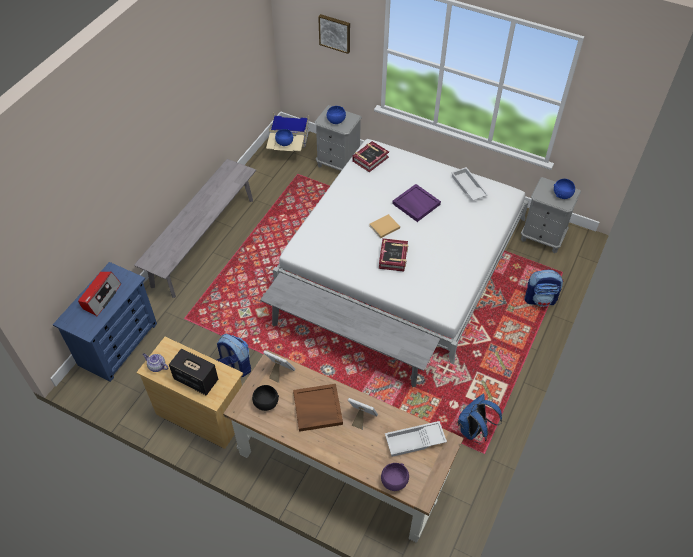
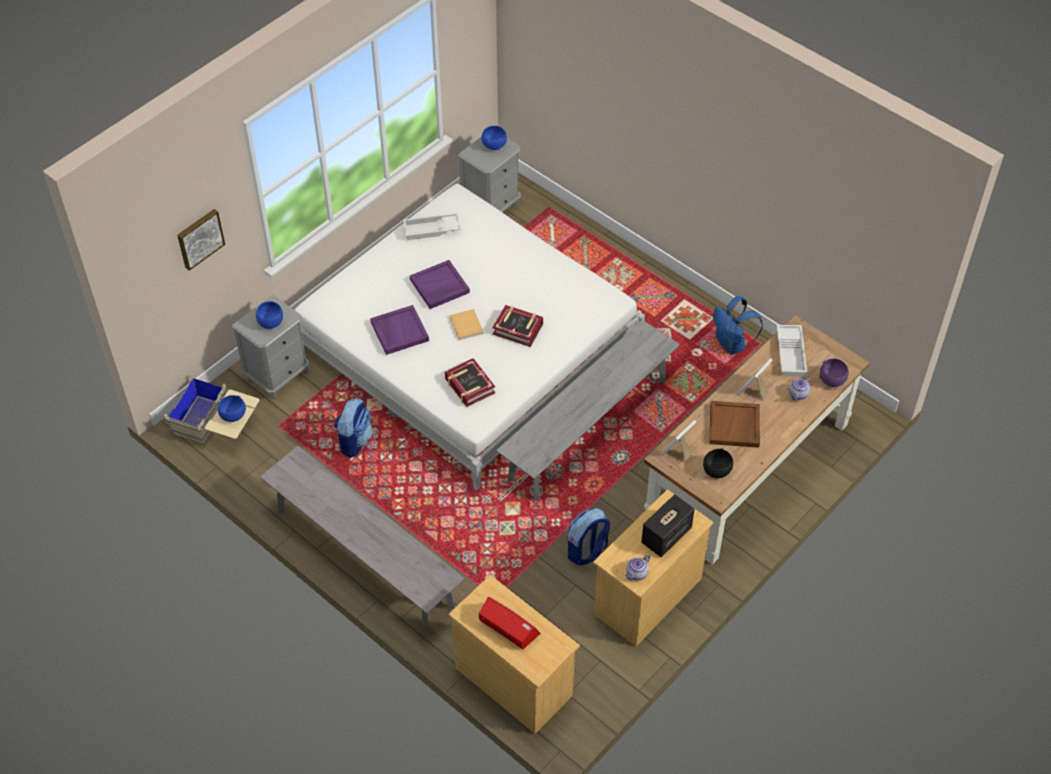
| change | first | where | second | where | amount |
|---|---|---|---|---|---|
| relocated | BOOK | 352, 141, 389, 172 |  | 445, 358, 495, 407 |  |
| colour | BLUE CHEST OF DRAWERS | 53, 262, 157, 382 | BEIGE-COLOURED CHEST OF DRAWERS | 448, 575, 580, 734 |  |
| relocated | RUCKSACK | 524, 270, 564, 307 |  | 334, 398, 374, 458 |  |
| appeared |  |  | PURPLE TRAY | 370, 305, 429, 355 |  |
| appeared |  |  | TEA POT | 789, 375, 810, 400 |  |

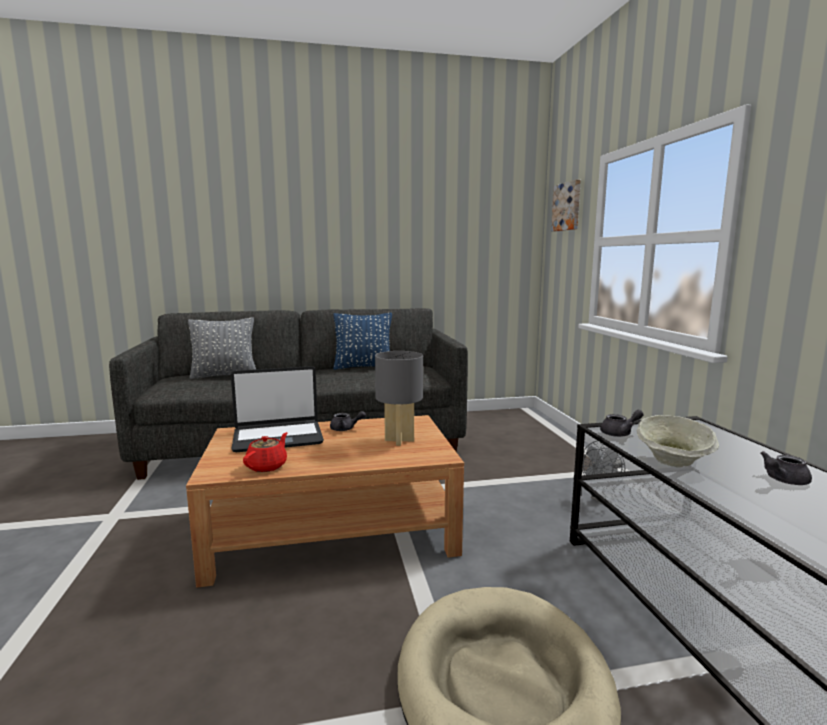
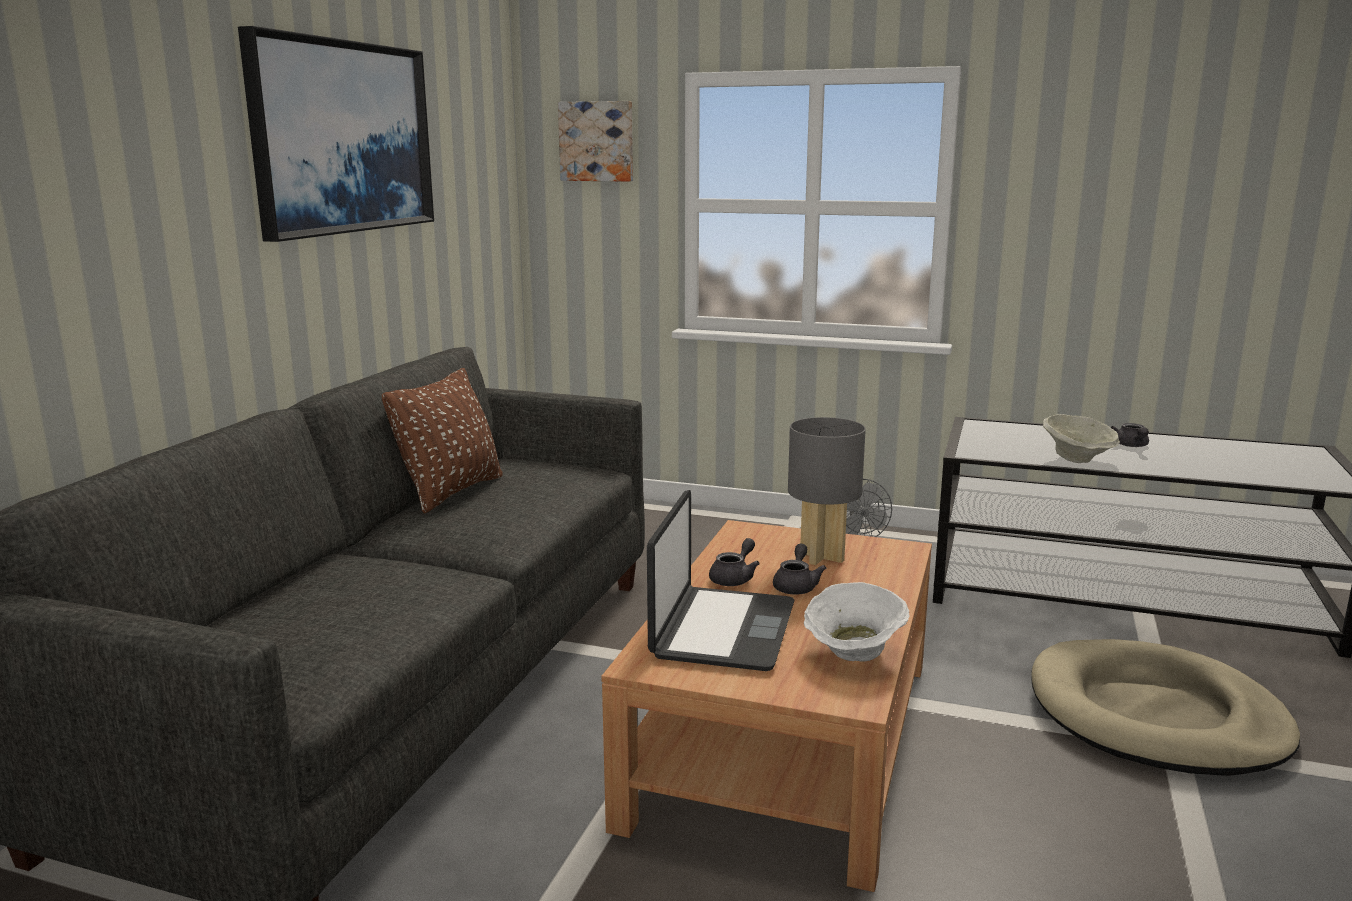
| change | first | where | second | where | amount |
|---|---|---|---|---|---|
| colour | BLUE THROW PILLOW | 333, 313, 392, 370 | BROWN-COLOURED THROW PILLOW | 382, 368, 503, 514 |  |
| missing | GREYISH THROW PILLOW | 188, 317, 256, 379 |  |  |  |
| relocated | GREYISH TEA POT | 600, 410, 644, 437 |  | 773, 543, 826, 595 |  |
| exchanged | RED TEA POT | 243, 432, 287, 472 | WHITE BOWL | 804, 582, 909, 661 |  |
| appeared |  |  | PICTURE | 238, 26, 434, 242 |  |

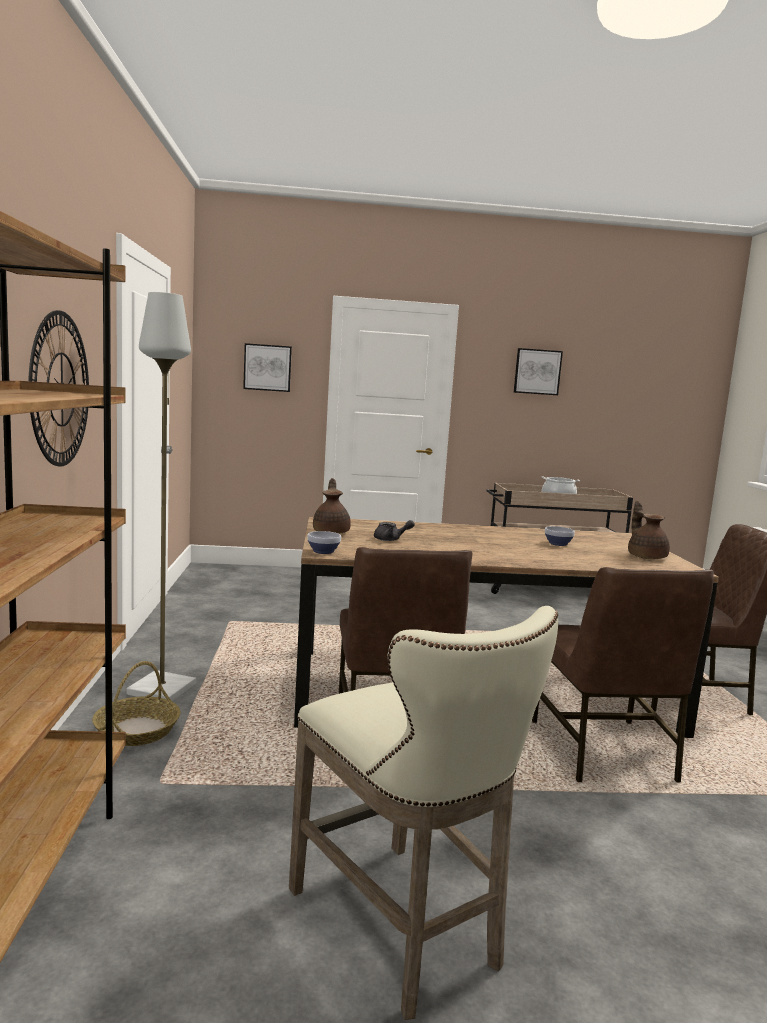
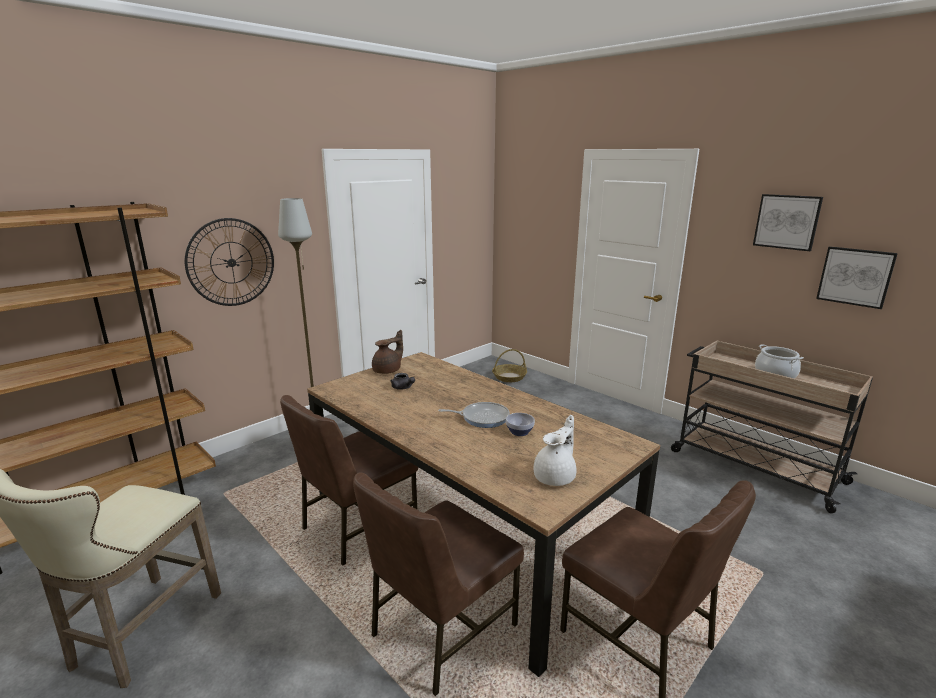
| change | first | where | second | where | amount |
|---|---|---|---|---|---|
| relocated | PICTURE | 243, 343, 292, 392 |  | 816, 246, 898, 309 |  |
| colour | BROWN-COLOURED TEA POT | 628, 501, 670, 559 | WHITE TEA POT | 533, 415, 577, 486 |  |
| missing | BOWL | 307, 531, 341, 554 |  |  |  |
| relocated | STORAGE BASKET | 92, 661, 180, 746 |  | 492, 349, 527, 382 |  |
| appeared |  |  | SKILLET | 438, 402, 510, 428 |  |

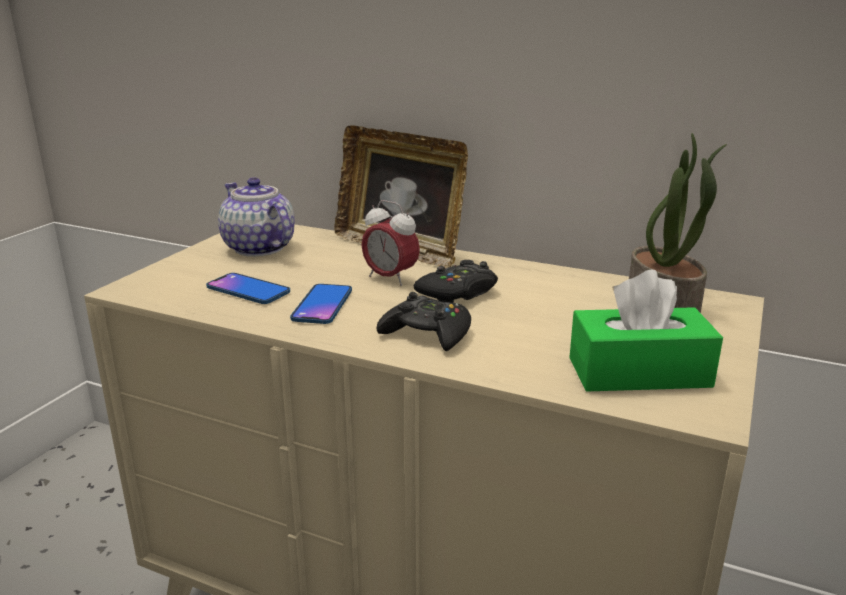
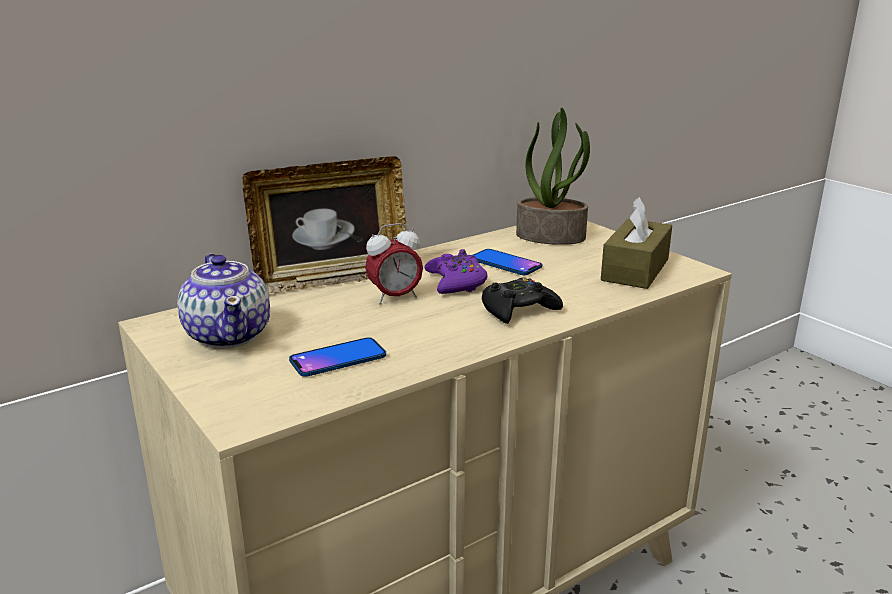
| change | first | where | second | where | amount |
|---|---|---|---|---|---|
| spun | TEA POT | 218, 177, 295, 257 |  | 177, 253, 270, 349 | 105 degrees counterclockwise |
| colour | BLACK-COLOURED GAME CONTROLLER | 414, 260, 498, 303 | PURPLE GAME CONTROLLER | 424, 249, 488, 294 |  |
| colour | GREEN TISSUE HOLDER | 569, 270, 723, 392 | BROWN-COLOURED TISSUE HOLDER | 601, 197, 672, 289 |  |
| relocated | TELEPHONE | 290, 284, 352, 324 |  | 473, 249, 542, 275 |  |

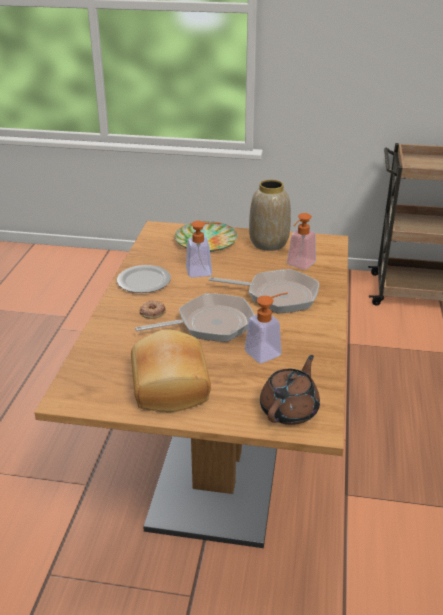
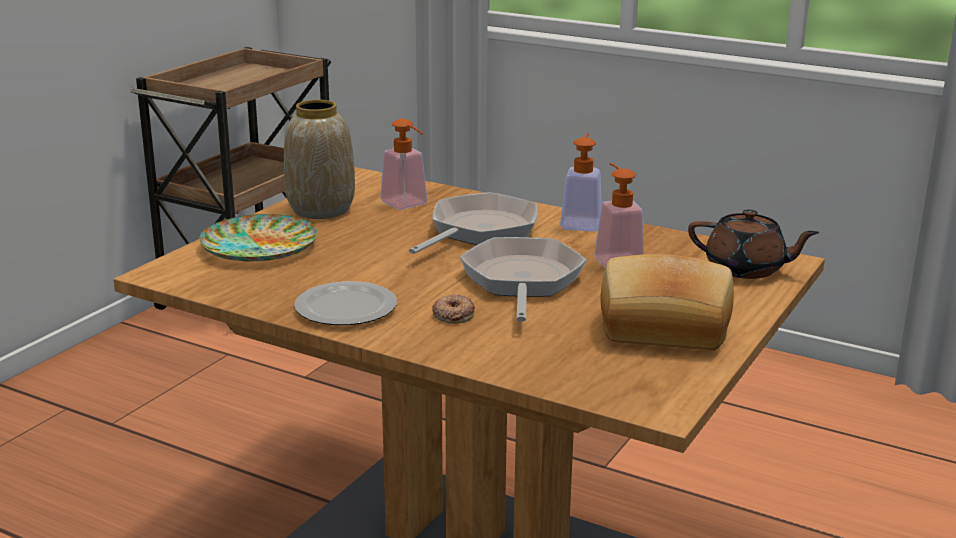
| change | first | where | second | where | amount |
|---|---|---|---|---|---|
| relocated | SOAP BOTTLE | 186, 221, 221, 278 |  | 560, 133, 602, 232 |  |
| spun | BROWN-COLOURED TEA POT | 260, 355, 320, 425 |  | 688, 209, 820, 279 | 150 degrees clockwise |

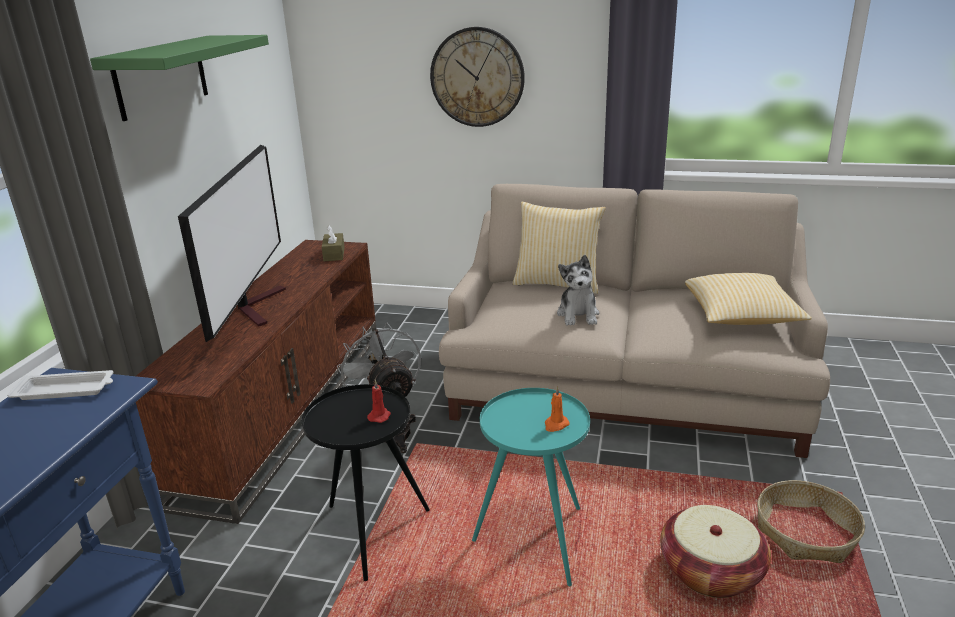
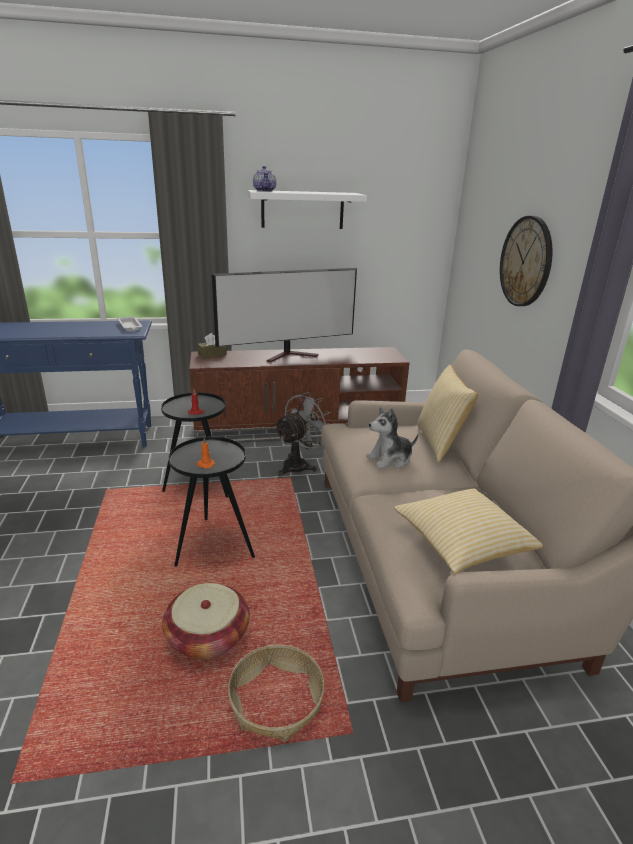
| change | first | where | second | where | amount |
|---|---|---|---|---|---|
| colour | GREEN WALL SHELF | 90, 35, 269, 121 | WHITE WALL SHELF | 248, 190, 367, 229 |  |
| relocated | BROWN-COLOURED TISSUE HOLDER | 322, 225, 345, 261 |  | 197, 333, 227, 358 |  |
| colour | TURQUOISE-COLOURED ACCENT TABLE | 472, 388, 590, 586 | BLACK-COLOURED ACCENT TABLE | 168, 437, 255, 567 |  |
| appeared |  |  | TEA POT | 253, 166, 276, 192 |  |

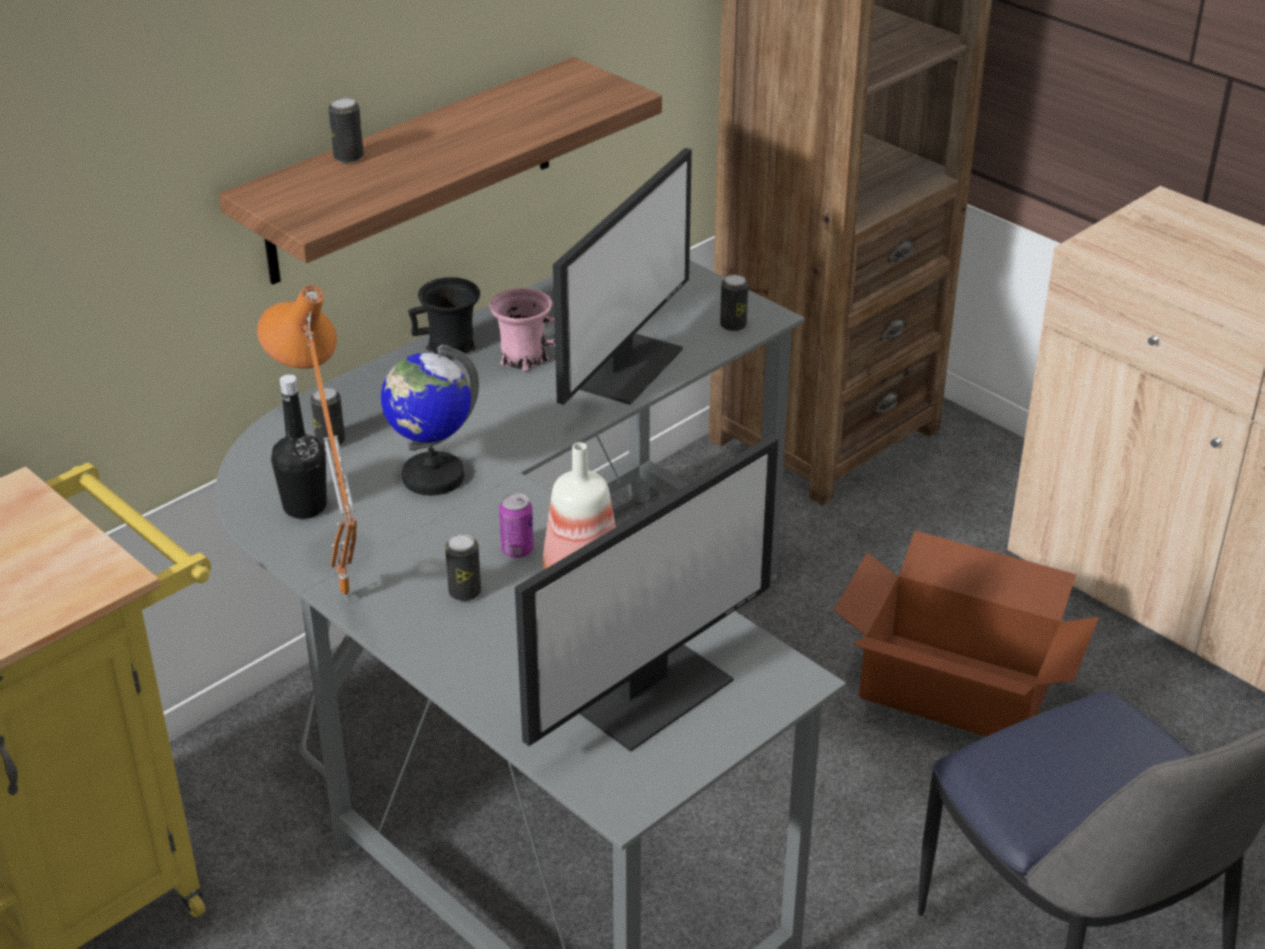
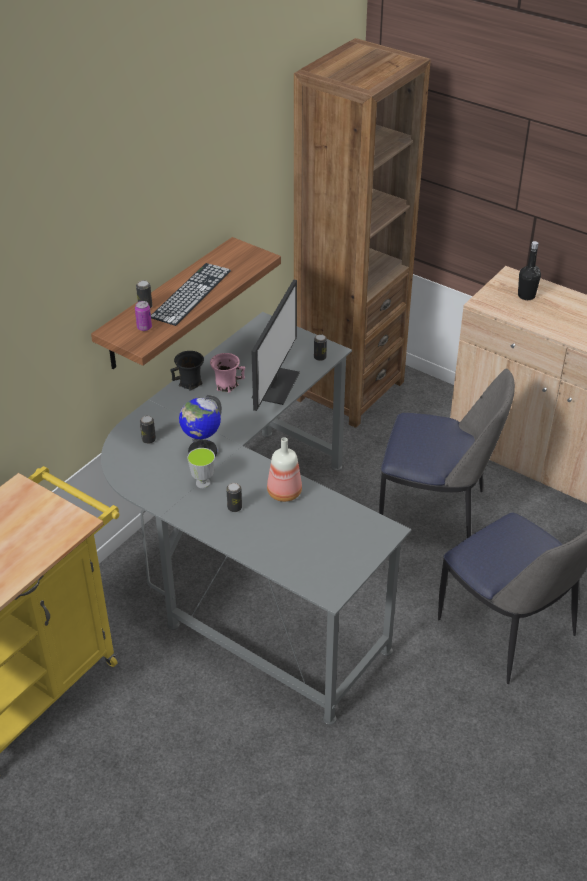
| change | first | where | second | where | amount |
|---|---|---|---|---|---|
| missing | ORANGE-COLOURED LAMP FOR A TABLE | 257, 285, 357, 602 |  |  |  |
| relocated | BLACK-COLOURED BOTTLE | 271, 374, 327, 519 |  | 518, 241, 541, 300 |  |
| missing | COMPUTER SCREEN | 515, 436, 778, 752 |  |  |  |
| relocated | SEALED CAN | 499, 493, 534, 558 |  | 135, 301, 152, 331 |  |
| exchanged | CARTON | 834, 531, 1099, 737 | PLAIN CHAIR | 379, 369, 515, 538 |  |
| appeared |  |  | KEYBOARD | 151, 263, 231, 326 |  |
| appeared |  |  | DRINKING CUP | 188, 448, 215, 488 |  |

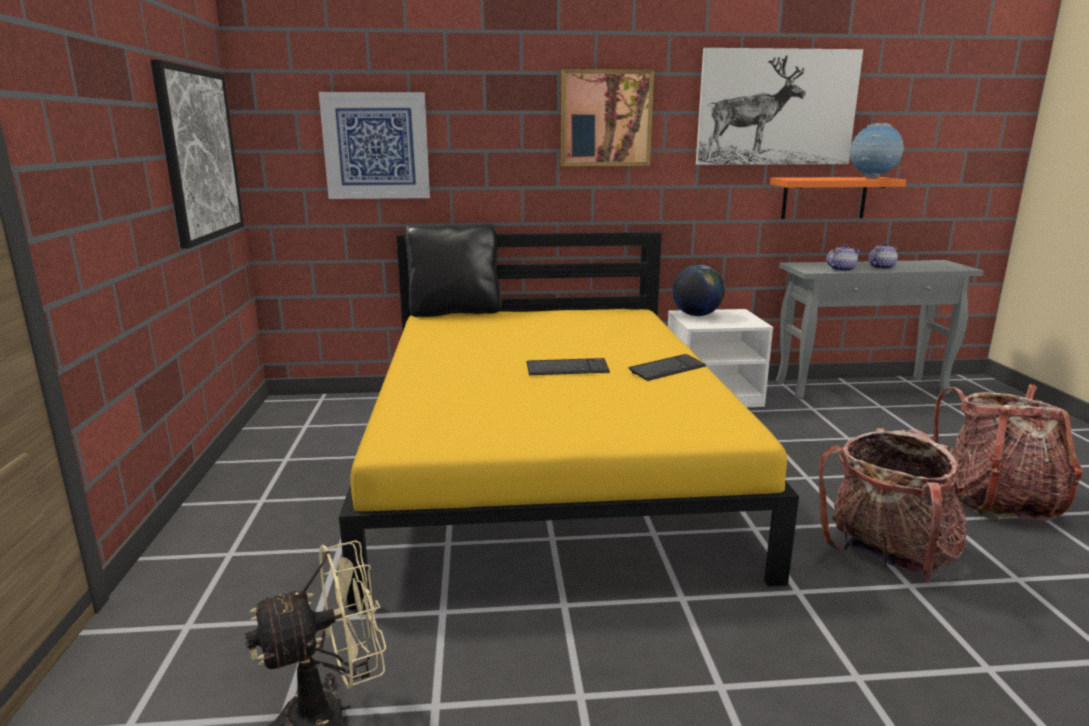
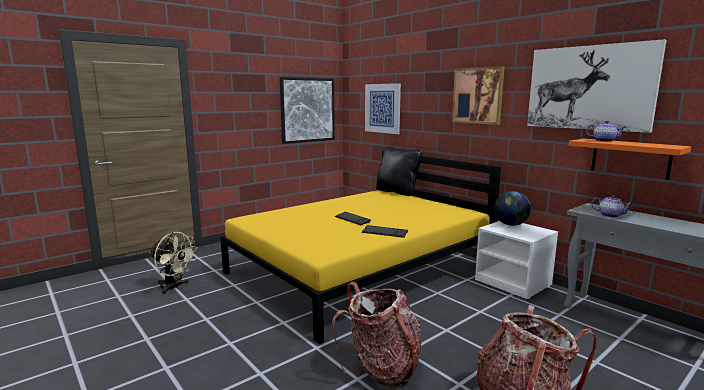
| change | first | where | second | where | amount |
|---|---|---|---|---|---|
| missing | GLOBE | 849, 123, 904, 178 |  |  |  |
| relocated | TEA POT | 869, 242, 898, 269 |  | 586, 121, 626, 142 |  |

